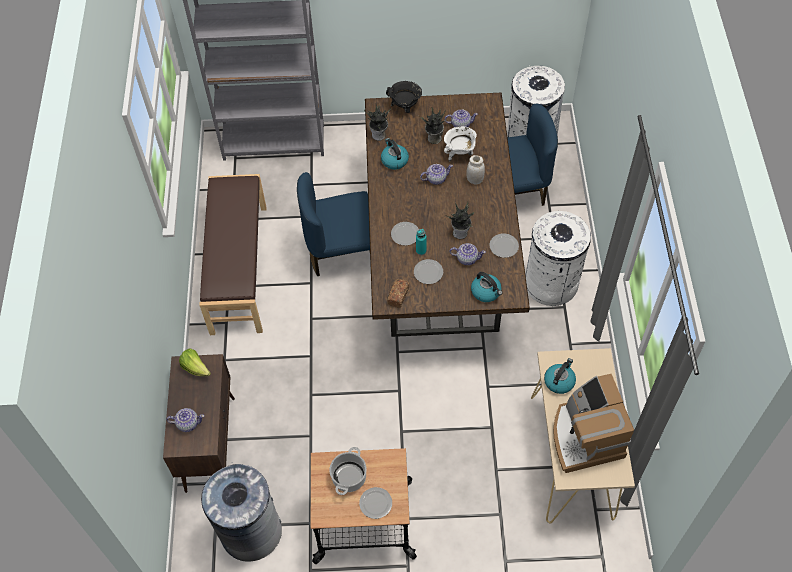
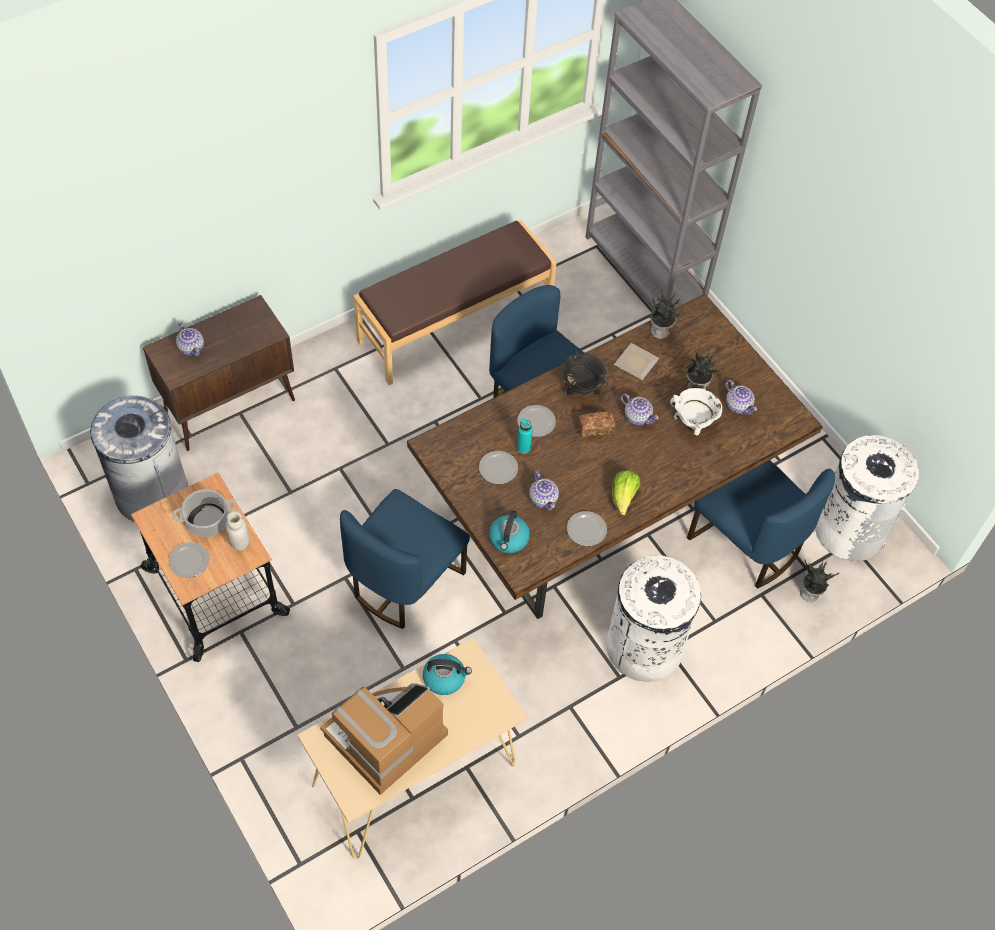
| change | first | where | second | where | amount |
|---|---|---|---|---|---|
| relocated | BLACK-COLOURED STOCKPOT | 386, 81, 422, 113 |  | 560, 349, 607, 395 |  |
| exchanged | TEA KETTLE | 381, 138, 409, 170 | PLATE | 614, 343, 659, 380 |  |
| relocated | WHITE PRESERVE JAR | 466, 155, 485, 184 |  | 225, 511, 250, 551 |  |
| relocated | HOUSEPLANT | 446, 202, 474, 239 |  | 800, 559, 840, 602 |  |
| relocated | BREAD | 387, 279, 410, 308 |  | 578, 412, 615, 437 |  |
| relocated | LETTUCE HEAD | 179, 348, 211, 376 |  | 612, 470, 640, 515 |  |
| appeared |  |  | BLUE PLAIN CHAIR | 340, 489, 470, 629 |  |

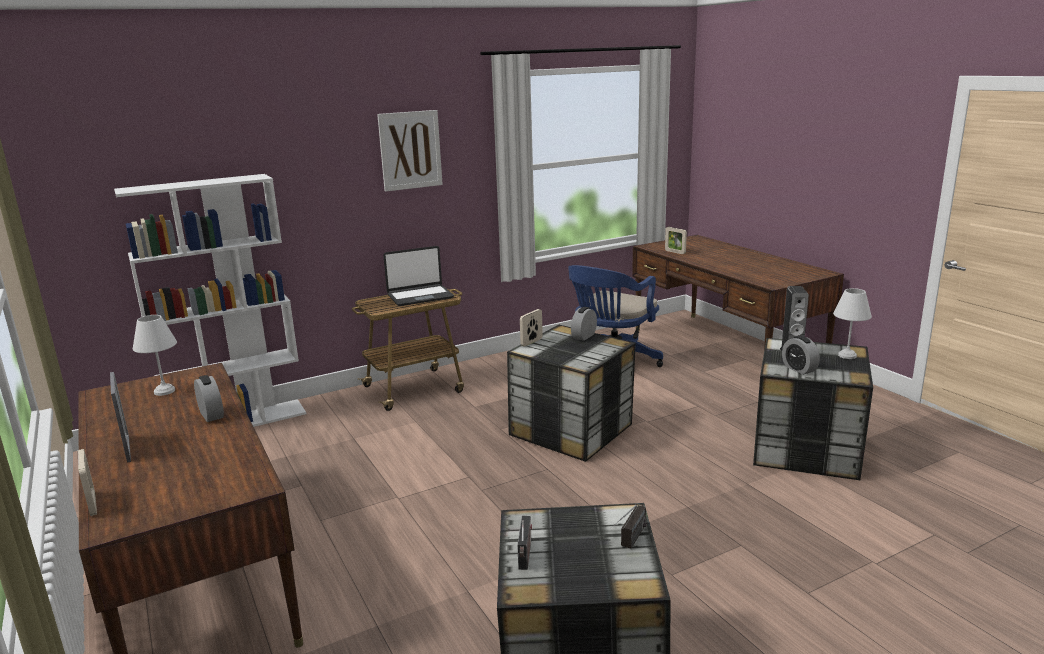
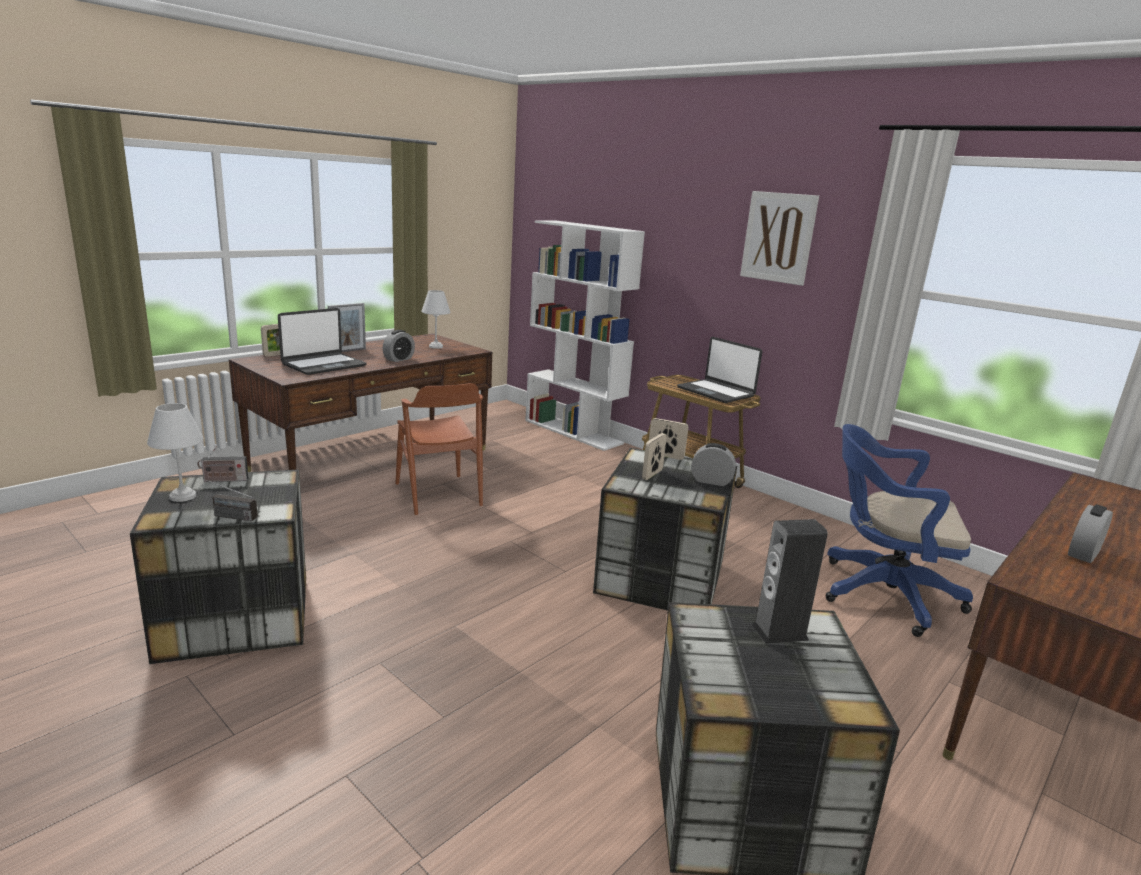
| change | first | where | second | where | amount |
|---|---|---|---|---|---|
| relocated | STANDING FRAME | 665, 227, 687, 254 |  | 642, 433, 667, 480 |  |
| relocated | WHITE LAMP FOR A TABLE | 833, 288, 872, 359 |  | 147, 403, 203, 502 |  |
| relocated | TABLE CLOCK | 782, 336, 820, 375 |  | 1068, 505, 1113, 563 |  |
| appeared |  |  | LAPTOP | 278, 308, 367, 375 |  |
| appeared |  |  | BROWN-COLOURED PLAIN CHAIR | 396, 383, 483, 515 |  |

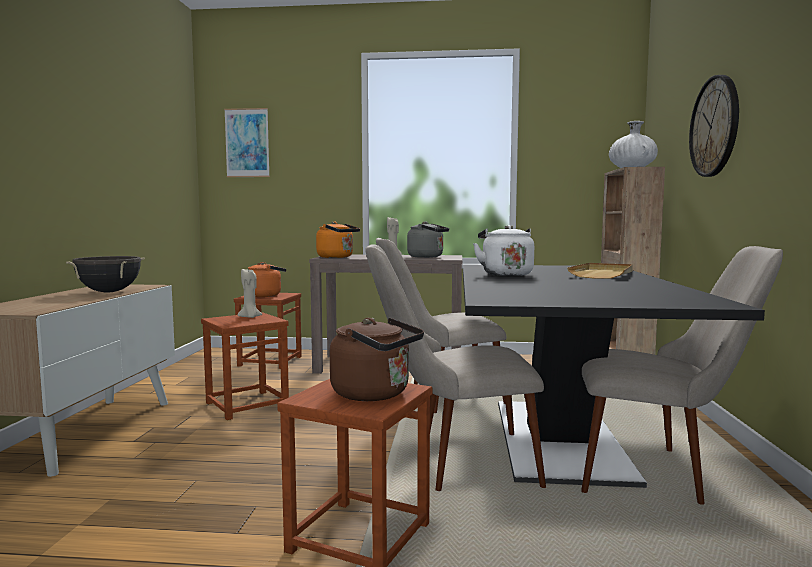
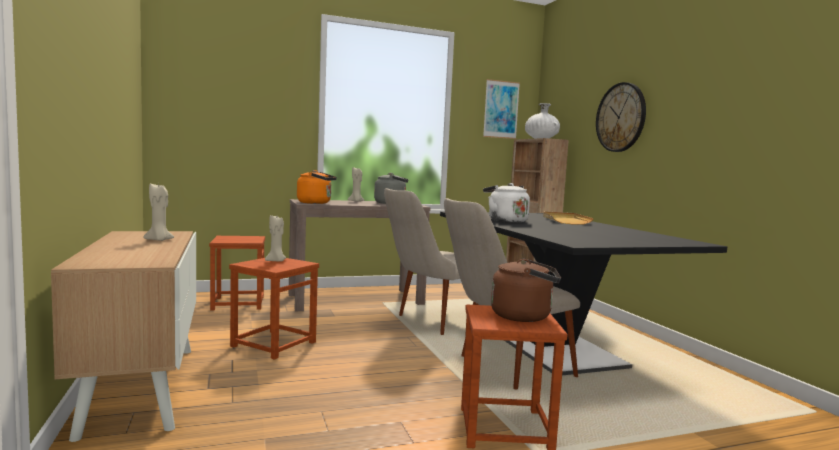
| change | first | where | second | where | amount |
|---|---|---|---|---|---|
| relocated | PICTURE | 224, 108, 270, 177 |  | 483, 79, 520, 139 |  |
| missing | BEIGE-COLOURED PLAIN CHAIR | 581, 246, 783, 505 |  |  |  |
| exchanged | BLACK-COLOURED STOCKPOT | 66, 256, 145, 292 | BEIGE-COLOURED WAX LIGHT | 143, 184, 174, 241 |  |
| missing | ORANGE-COLOURED TEA KETTLE | 248, 262, 286, 297 |  |  |  |

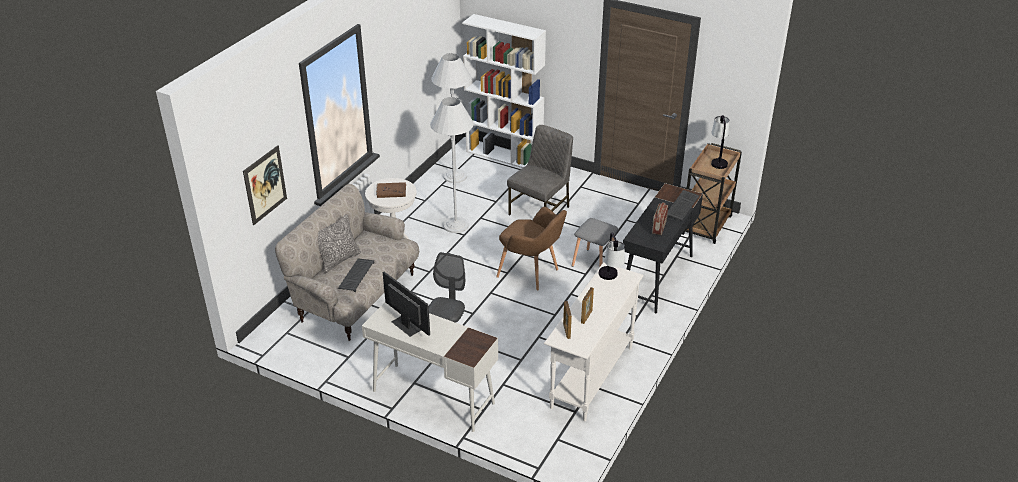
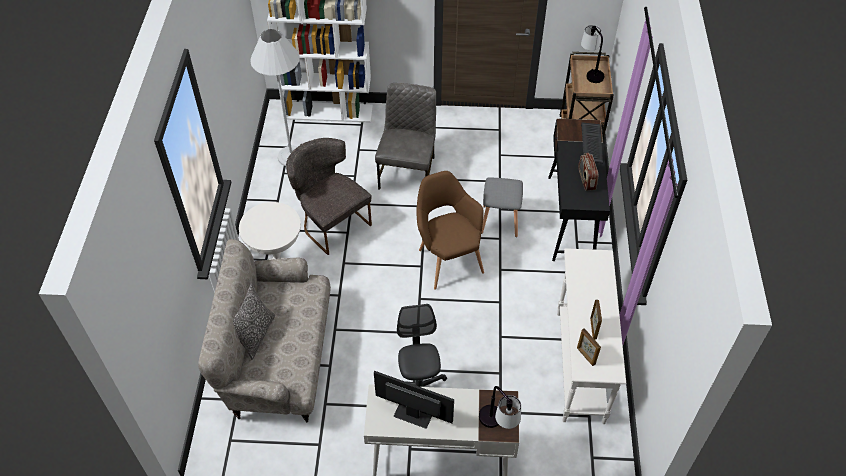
| change | first | where | second | where | amount |
|---|---|---|---|---|---|
| exchanged | WHITE STANDARD LAMP | 430, 97, 474, 233 | GREYISH PLAIN CHAIR | 286, 138, 372, 255 |  |
| missing | PICTURE | 243, 145, 287, 225 |  |  |  |
| missing | BROWN-COLOURED BOOK | 376, 182, 406, 198 |  |  |  |
| spun | BROWN-COLOURED EASY CHAIR | 496, 207, 567, 290 |  | 416, 171, 484, 290 | 120 degrees counterclockwise |
| relocated | LAMP FOR A TABLE | 599, 232, 625, 280 |  | 479, 386, 521, 429 |  |
| missing | KEYBOARD | 338, 258, 375, 292 |  |  |  |

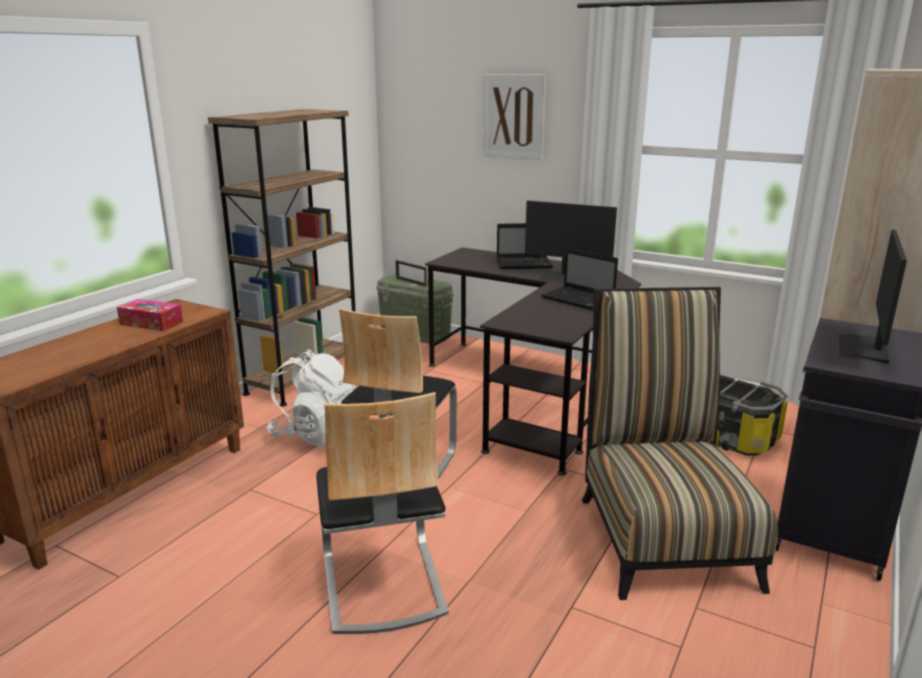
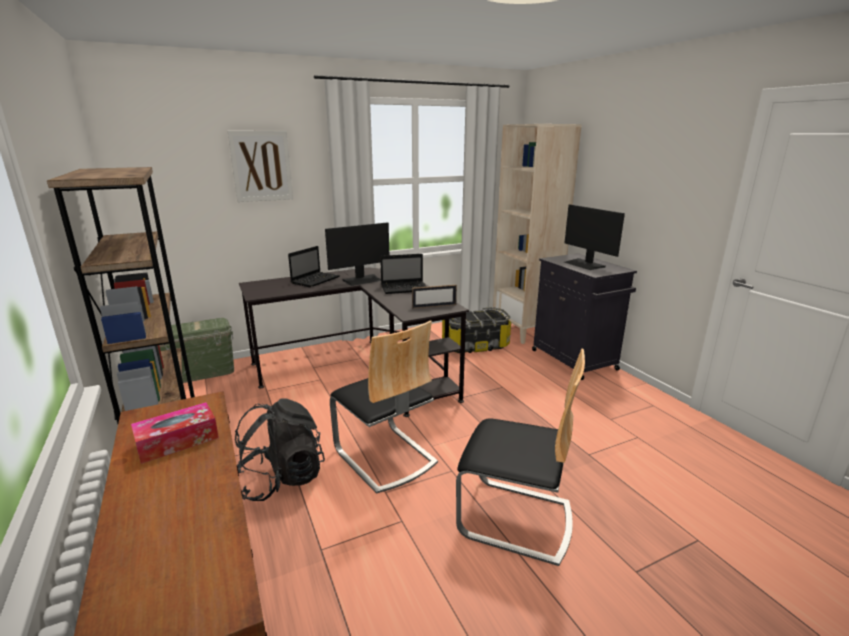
| change | first | where | second | where | amount |
|---|---|---|---|---|---|
| relocated | STANDING FRAME | 395, 260, 428, 287 |  | 412, 285, 457, 309 |  |
| missing | PLAIN CHAIR | 582, 287, 778, 600 |  |  |  |
| colour | WHITE RUCKSACK | 267, 349, 356, 446 | BLACK-COLOURED RUCKSACK | 235, 398, 325, 501 |  |

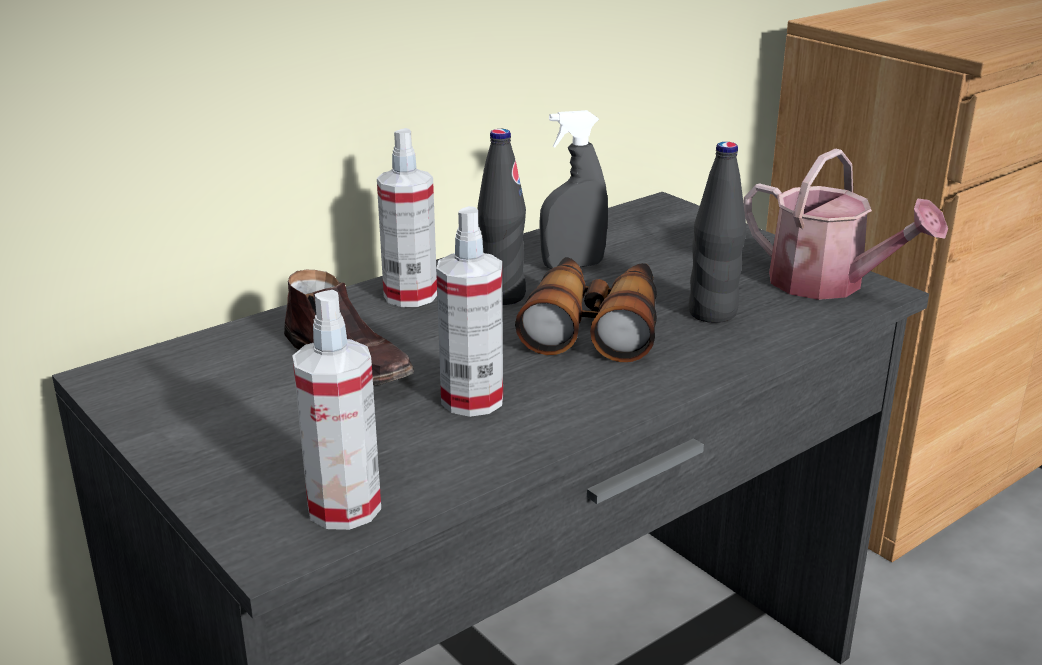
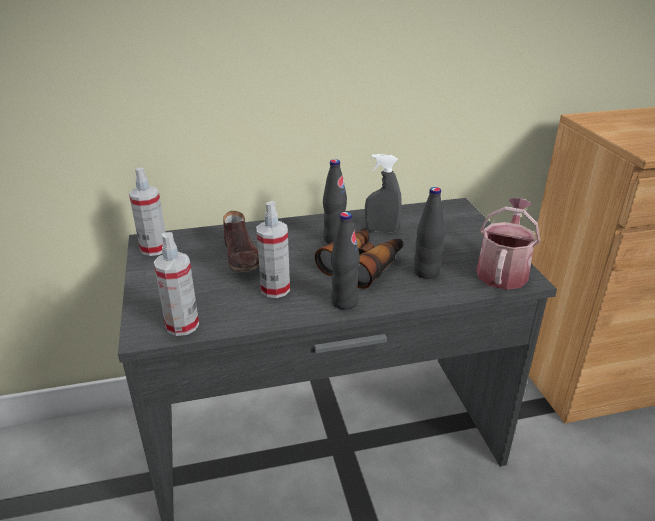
| change | first | where | second | where | amount |
|---|---|---|---|---|---|
| relocated | HAND SPRAYER | 377, 128, 437, 307 |  | 129, 167, 166, 256 |  |
| spun | WATERING CAN | 744, 148, 948, 300 |  | 476, 198, 540, 290 | 135 degrees counterclockwise |
| appeared |  |  | BLACK-COLOURED BOTTLE | 331, 212, 360, 310 |  |

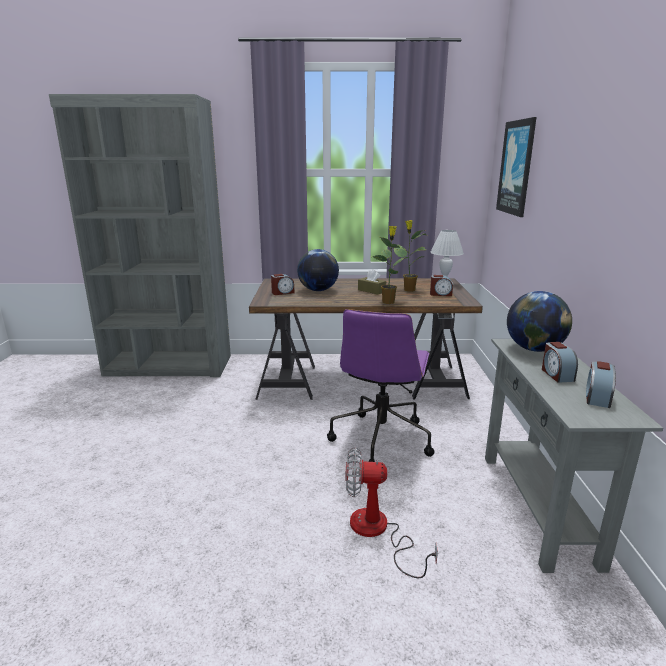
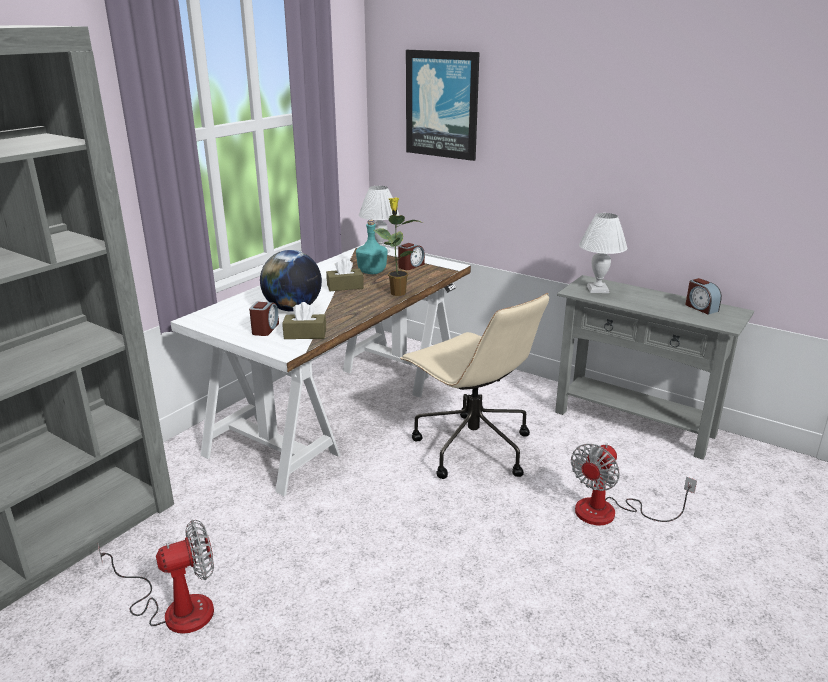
| change | first | where | second | where | amount |
|---|---|---|---|---|---|
| exchanged | HOUSEPLANT | 394, 220, 426, 292 | TURQUOISE-COLOURED BOTTLE | 356, 220, 388, 274 |  |
| colour | BROWN-COLOURED DESK UNIT | 249, 278, 483, 400 | WHITE DESK UNIT | 170, 245, 471, 496 |  |
| exchanged | GLOBE | 507, 291, 572, 352 | WHITE LAMP FOR A TABLE | 579, 213, 627, 293 |  |
| colour | PURPLE COMPUTER CHAIR | 327, 309, 435, 462 | BEIGE-COLOURED COMPUTER CHAIR | 400, 293, 549, 479 |  |
| missing | TABLE CLOCK | 542, 342, 578, 383 |  |  |  |
| appeared |  |  | BROWN-COLOURED TISSUE HOLDER | 282, 302, 326, 339 |  |
| appeared |  |  | COOLING FAN | 98, 520, 214, 634 |  |

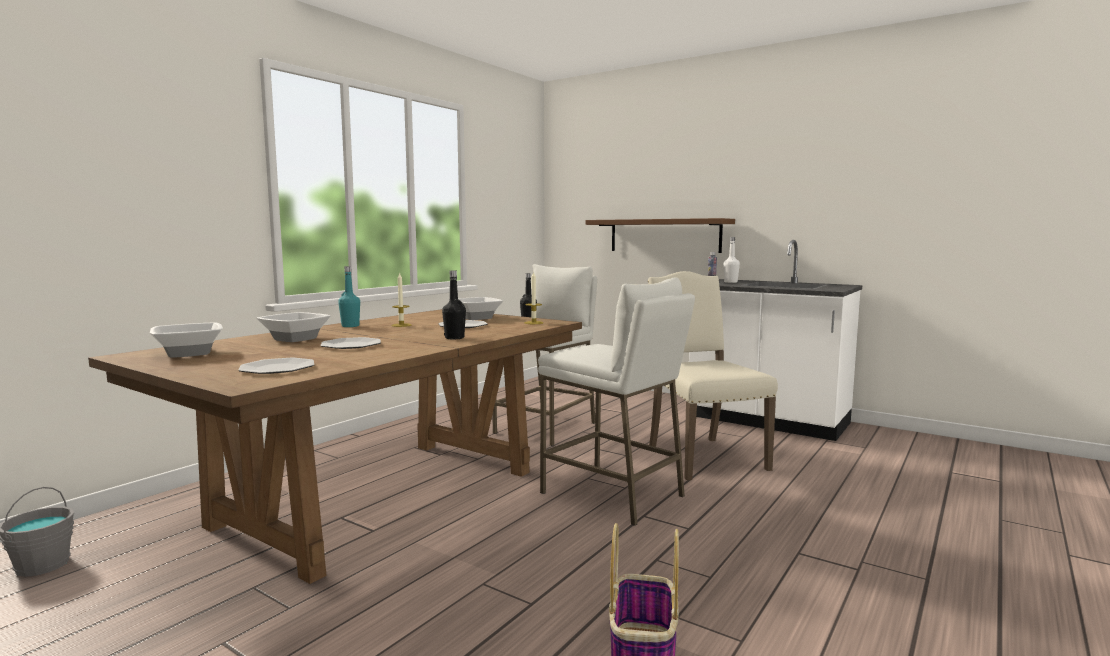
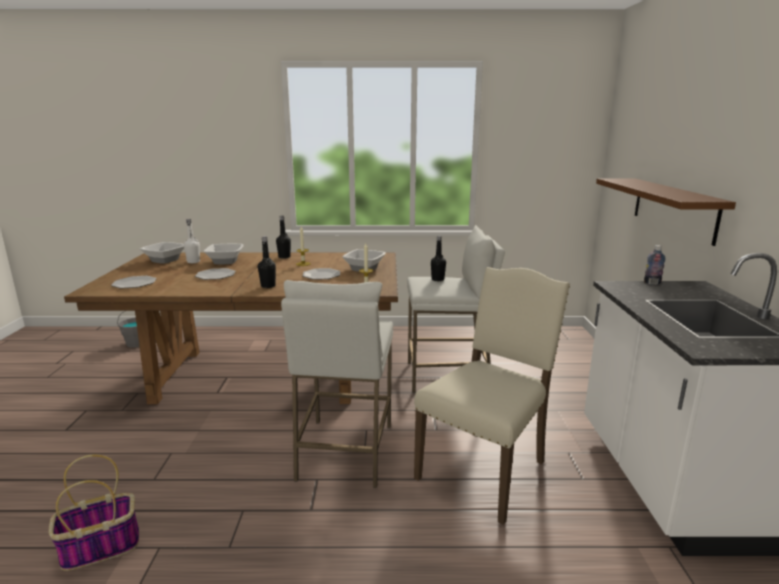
| change | first | where | second | where | amount |
|---|---|---|---|---|---|
| relocated | WHITE BOTTLE | 724, 237, 740, 283 |  | 184, 219, 200, 263 |  |
| colour | TURQUOISE-COLOURED BOTTLE | 338, 266, 360, 327 | BLACK-COLOURED BOTTLE | 276, 216, 291, 259 |  |

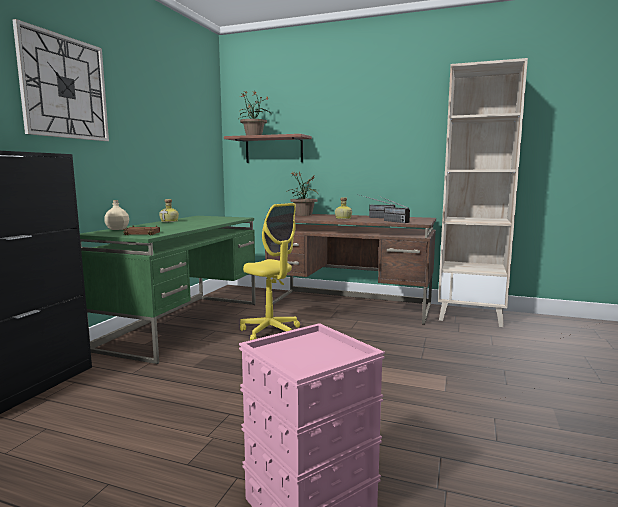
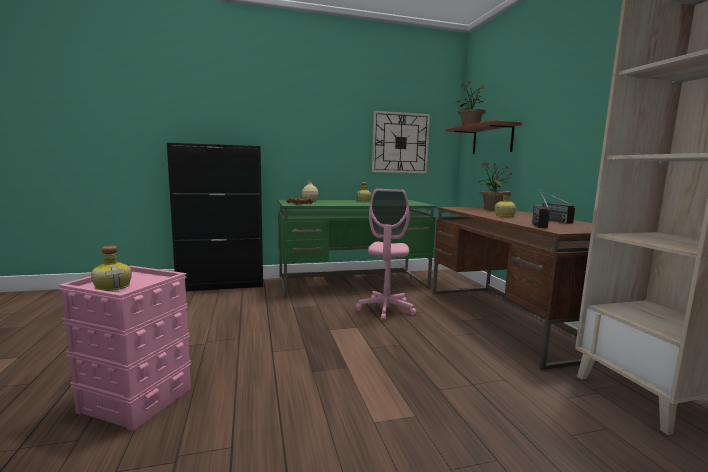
| change | first | where | second | where | amount |
|---|---|---|---|---|---|
| relocated | HANGING CLOCK | 13, 19, 109, 141 |  | 372, 111, 430, 173 |  |
| colour | YELLOWISH COMPUTER CHAIR | 240, 203, 300, 340 | PINK-COLOURED COMPUTER CHAIR | 356, 189, 416, 321 |  |
| appeared |  |  | BOTTLE | 91, 246, 132, 291 |  |

